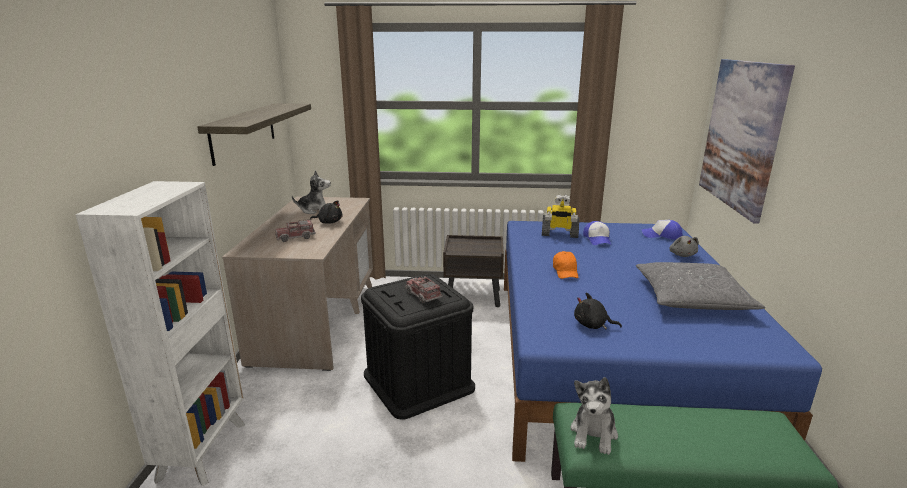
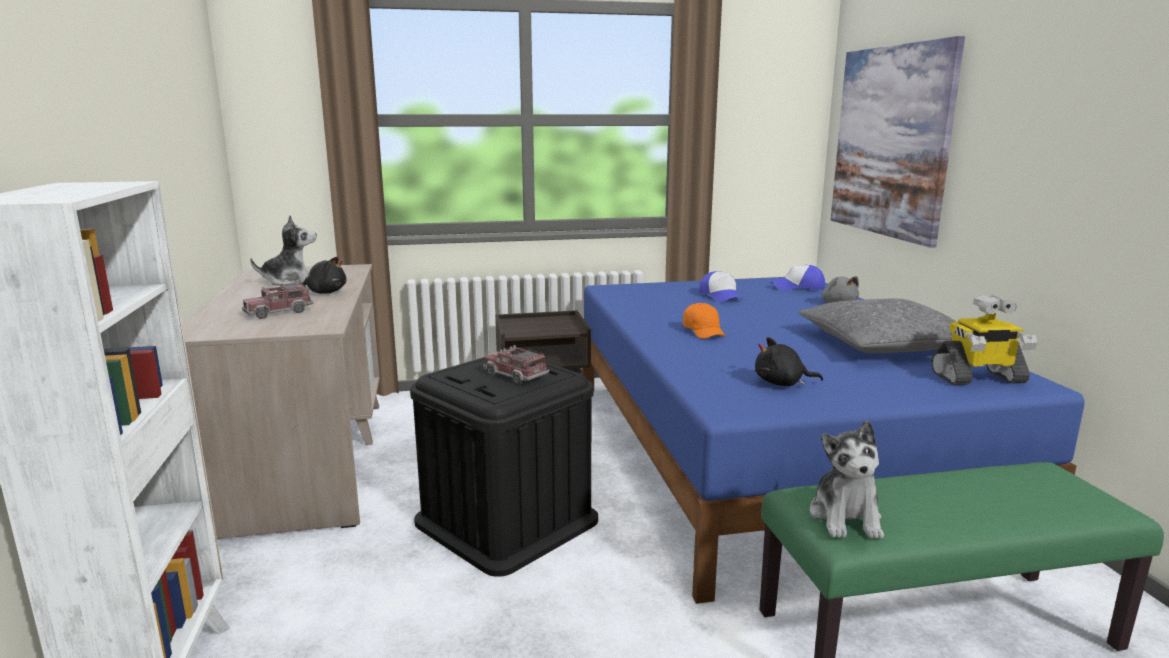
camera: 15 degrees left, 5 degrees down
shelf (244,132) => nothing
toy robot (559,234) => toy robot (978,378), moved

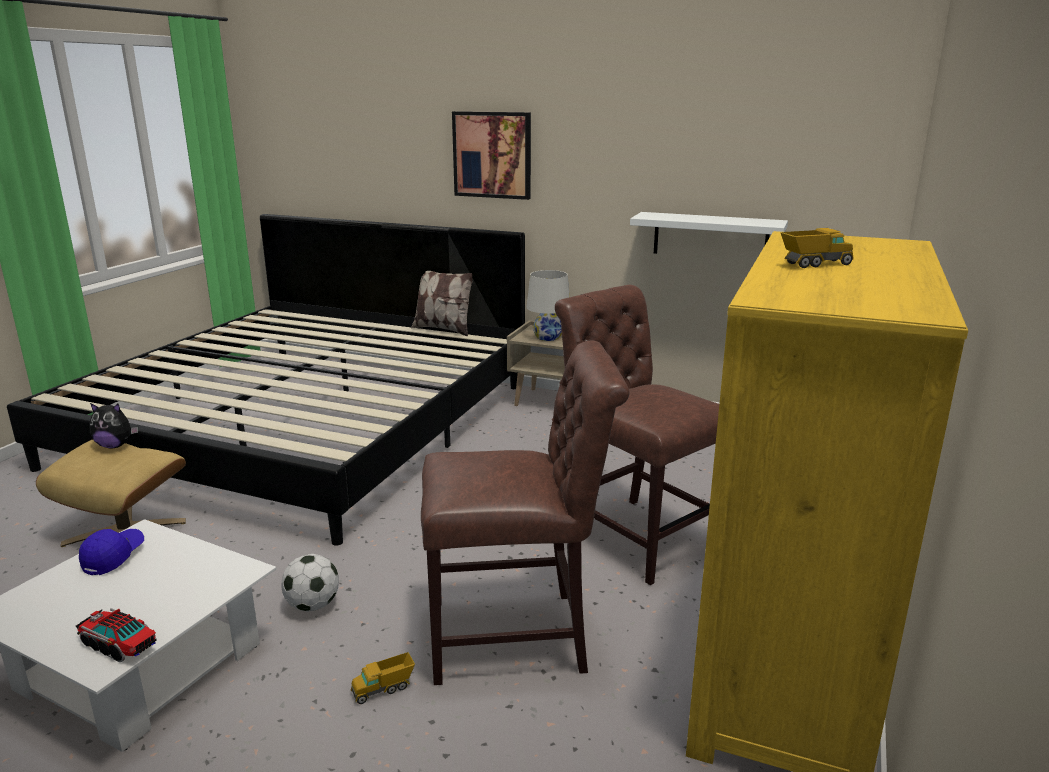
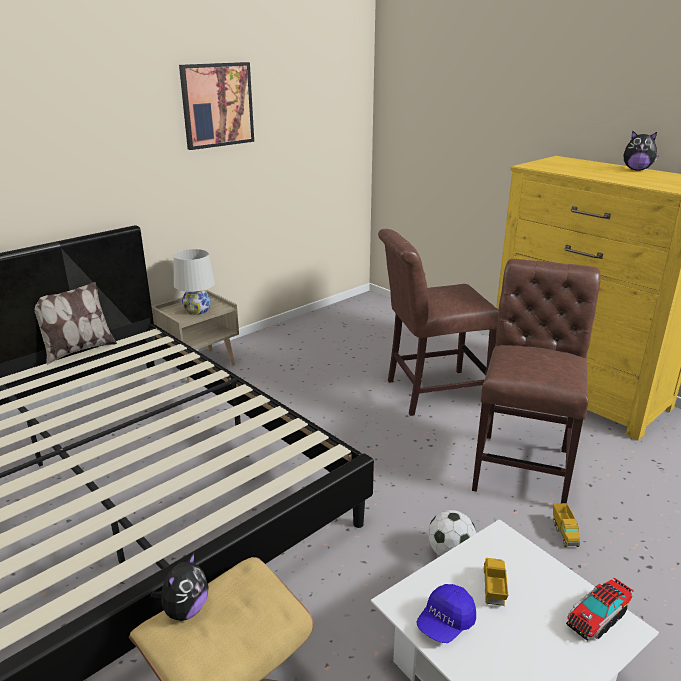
camera: 65 degrees left, 5 degrees up
picture (492,155) => picture (217,105), moved
white shelf (710,236) => nothing
toy truck (814,264) => toy truck (493,589), moved
blue cap (114,557) => blue cap (445,623), 90 degrees counterclockwise
nothing => plush toy (636,170)

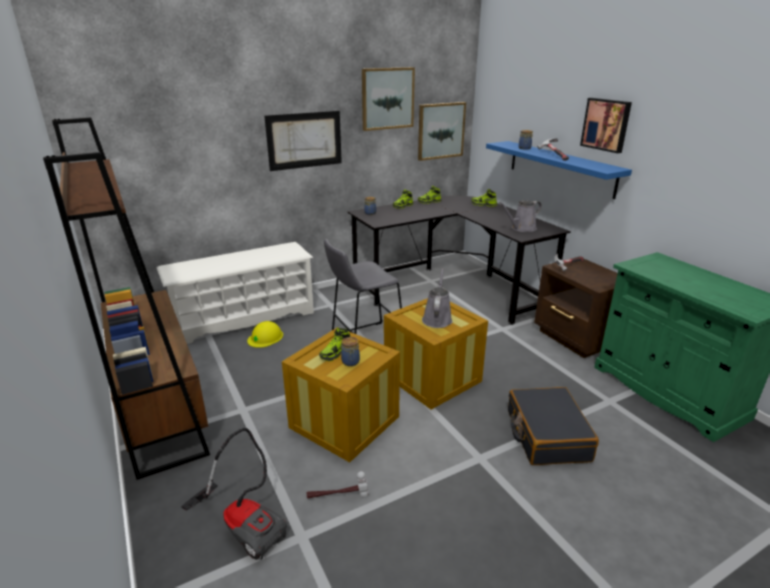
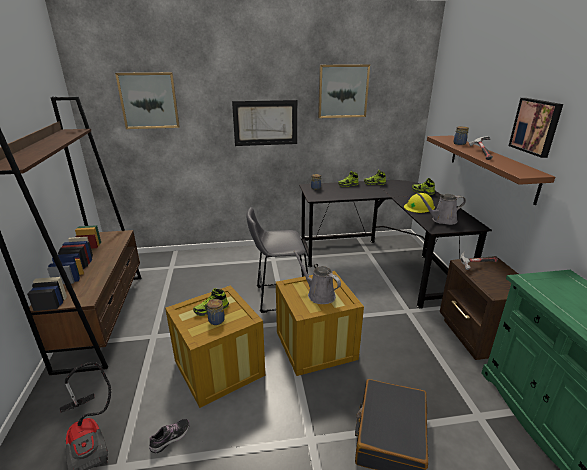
camera: 20 degrees right, 0 degrees up
picture (440,131) => picture (149,100), moved
blue shelf (560,168) => brown shelf (491,166)
white shoe rack (244,318) => nothing
grey watering can (437,319) => grey watering can (319,294), 75 degrees counterclockwise
yellow hard hat (265,337) => yellow hard hat (419,207), moved
hammer (338,496) => shoe (170,438)

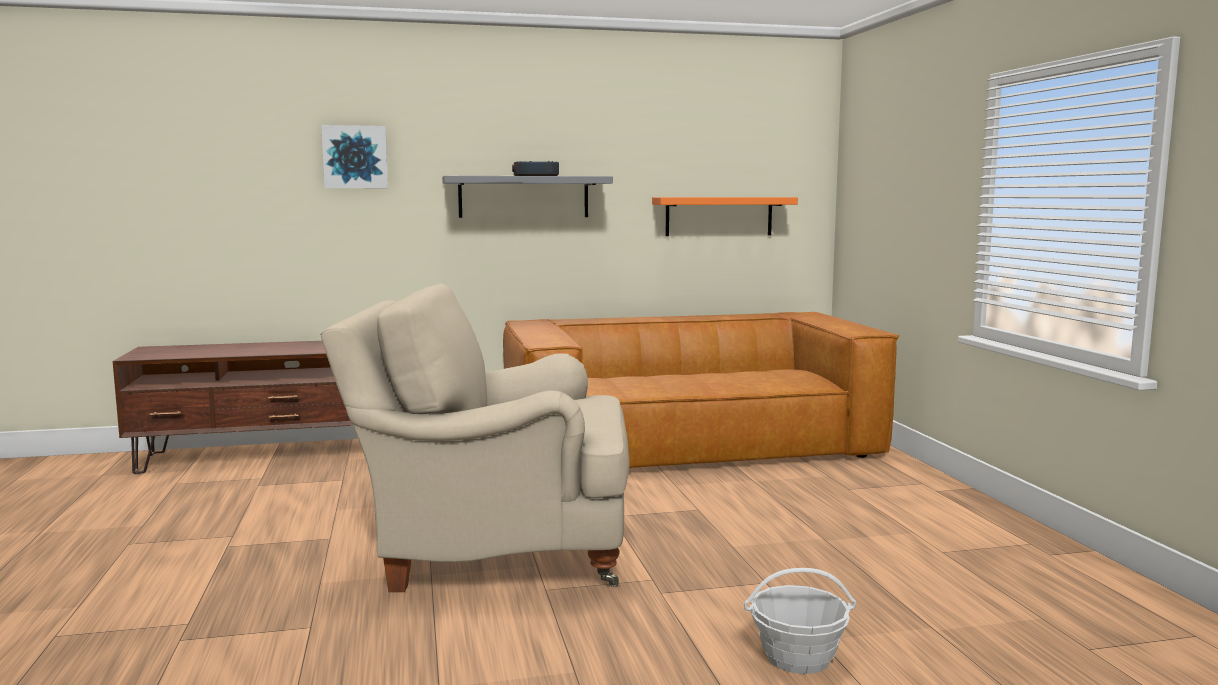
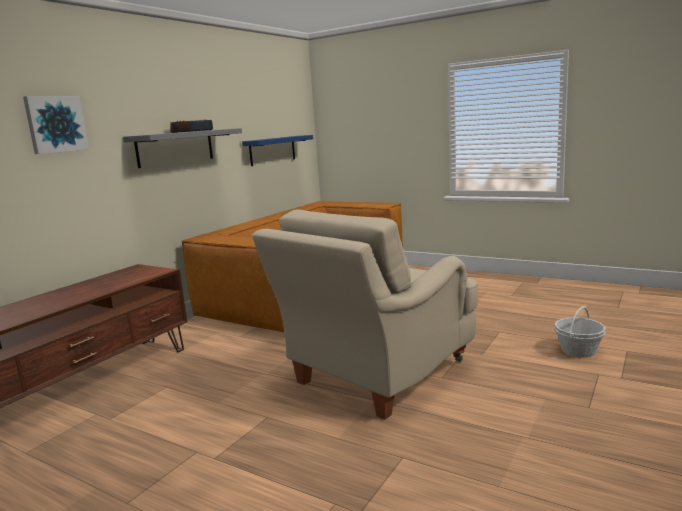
camera: 45 degrees left, 5 degrees up
orange shelf (719,216) => blue shelf (272,150)

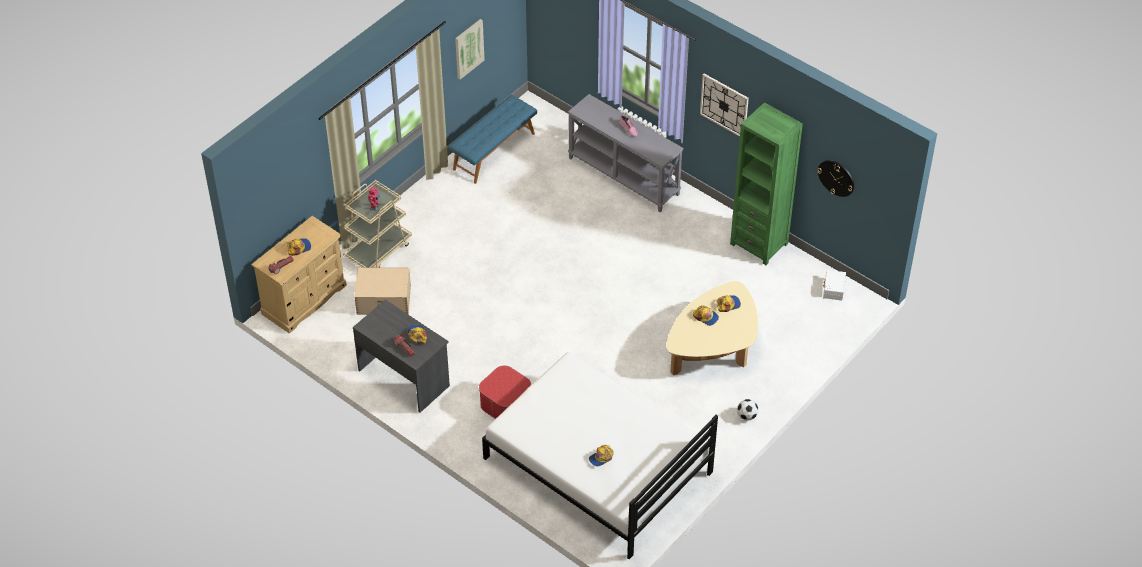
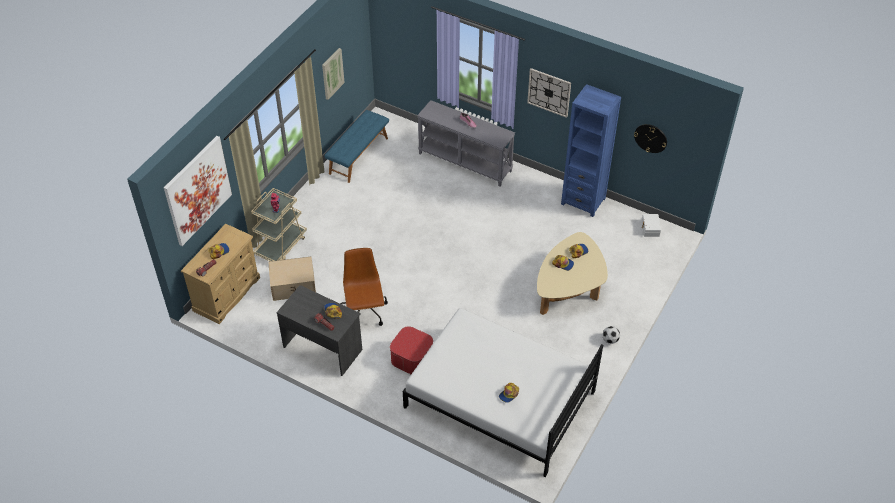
camera: 10 degrees left, 0 degrees up
green bookcase (759,244) => blue bookcase (583,201)
nothing => picture (197,190)
nothing => brown office chair (364,312)

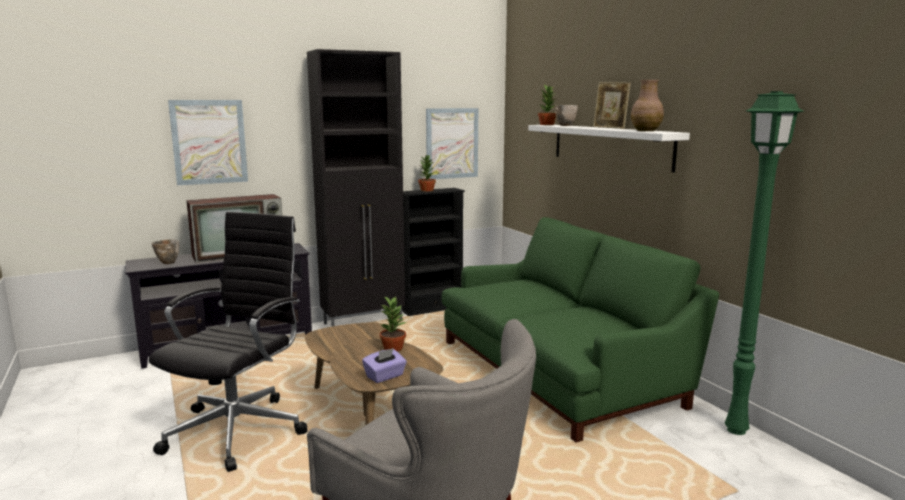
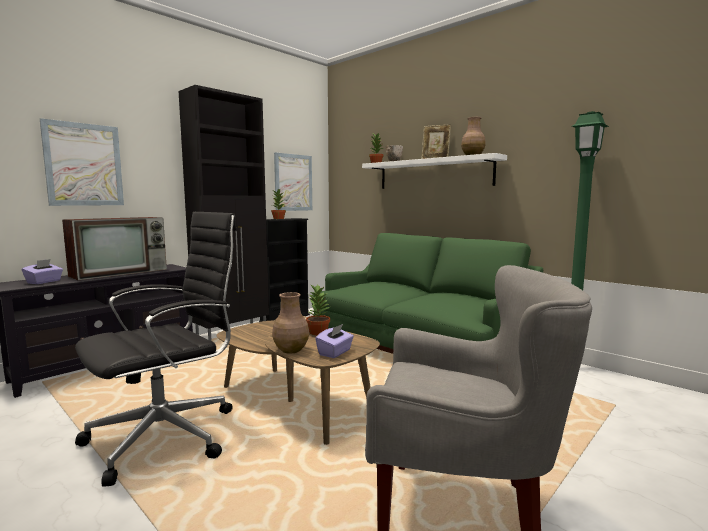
camera: 20 degrees left, 5 degrees down
black office chair (239,429) => black office chair (168,435), 45 degrees clockwise
bowl (168,262) => purple tissue box (44,282)
nothing => brown vase (290,350)

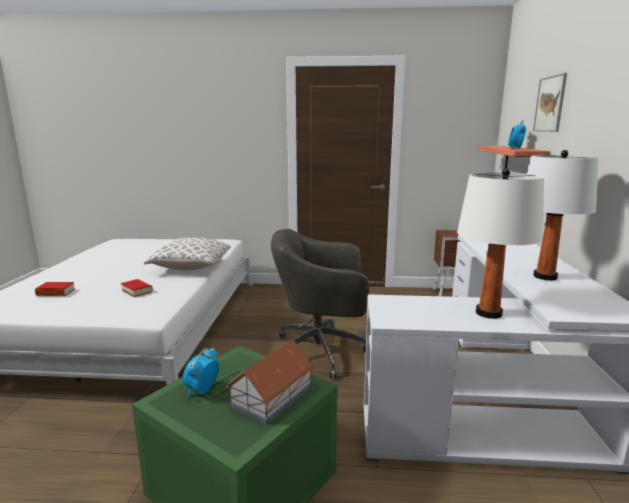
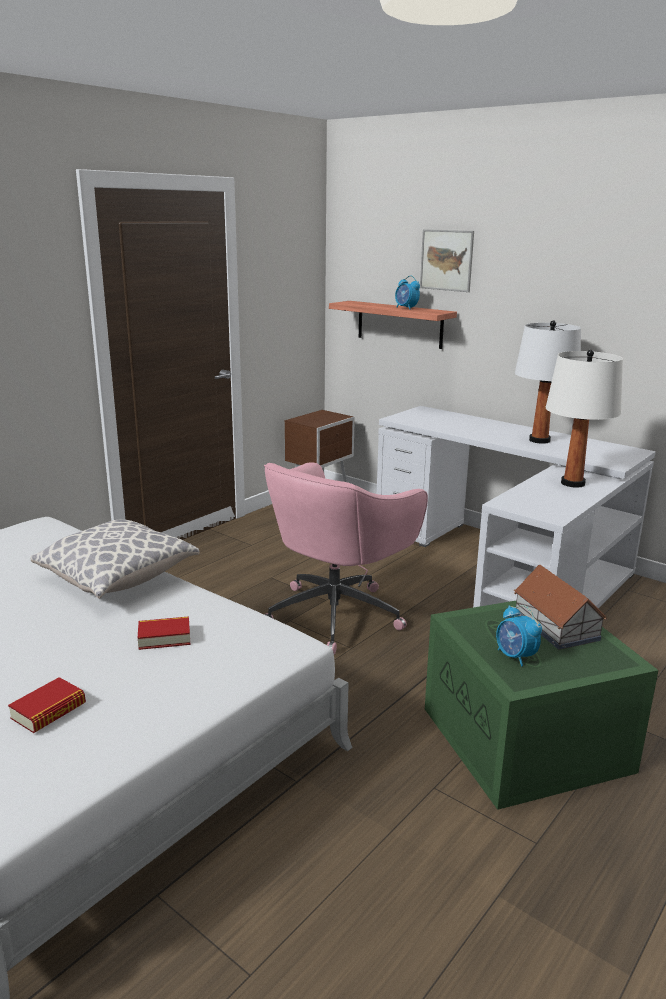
camera: 55 degrees left, 5 degrees up
grey office chair (322,351) => pink office chair (337,613)

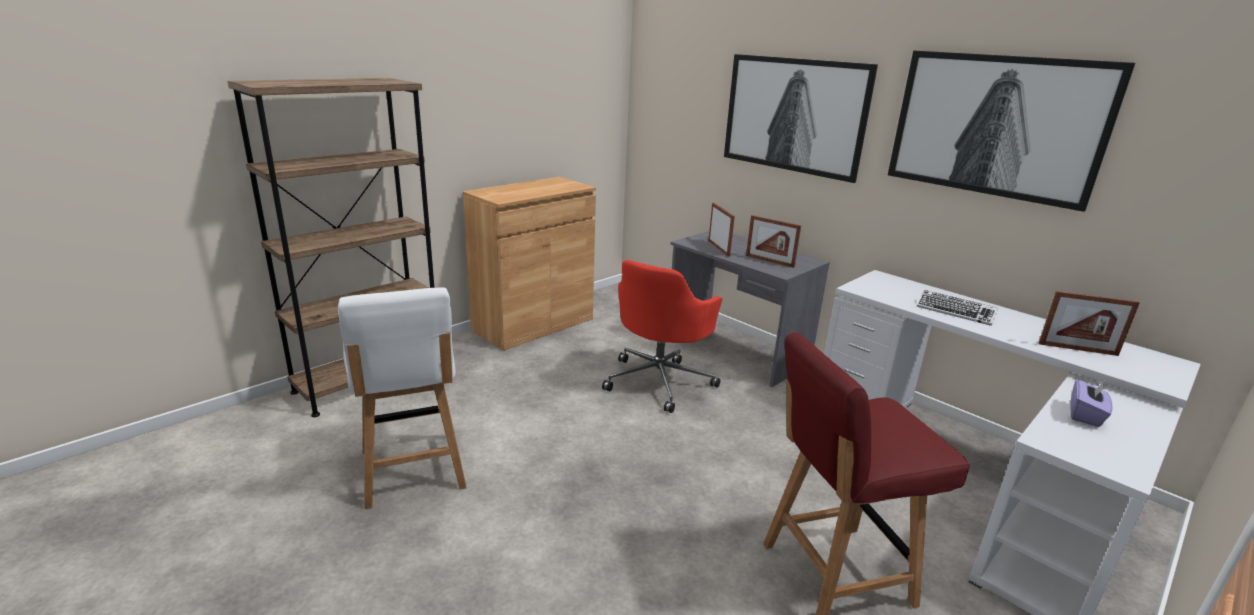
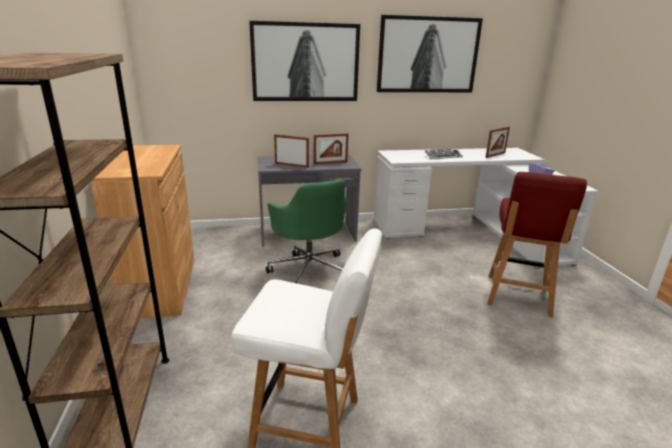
camera: 55 degrees left, 0 degrees up
red office chair (660,380) => green office chair (309,269)

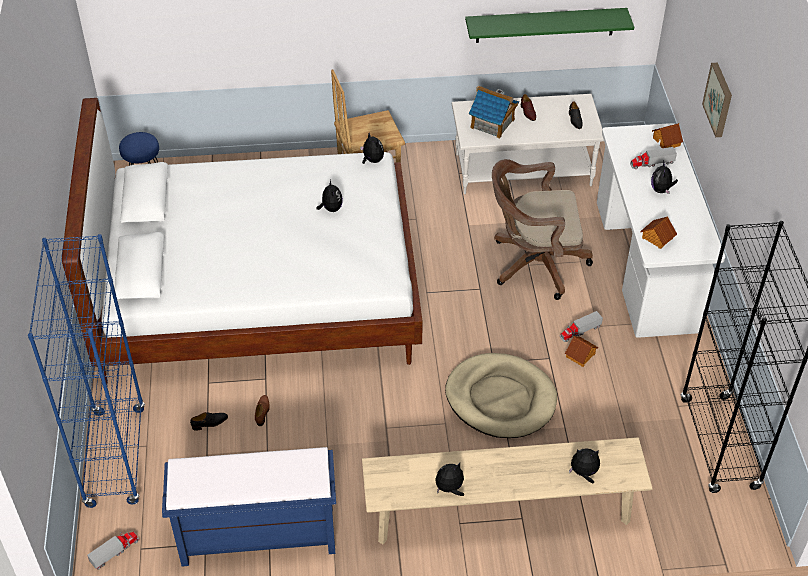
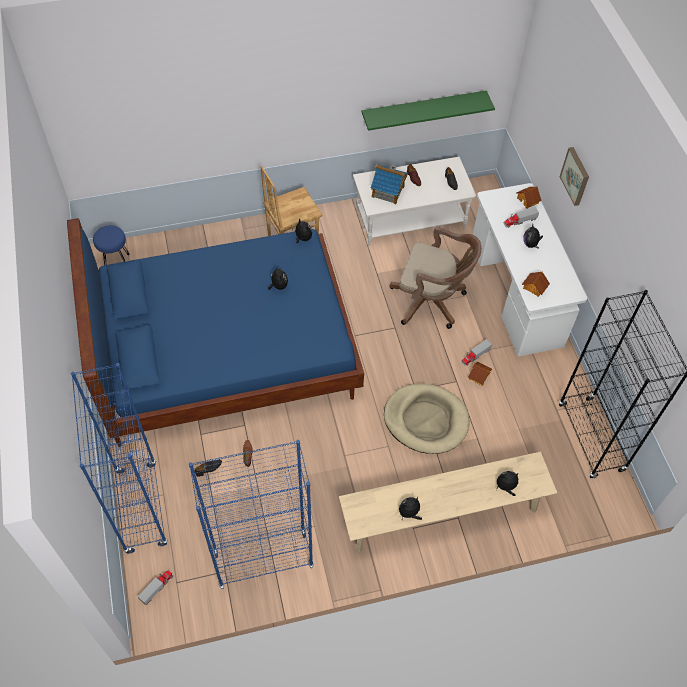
camera: 10 degrees left, 10 degrees up
white bed (259,293) => blue bed (225,351)
brown office chair (533,264) => brown office chair (431,301), 150 degrees counterclockwise
blue bench (256,537) => blue bookcase (263,560)

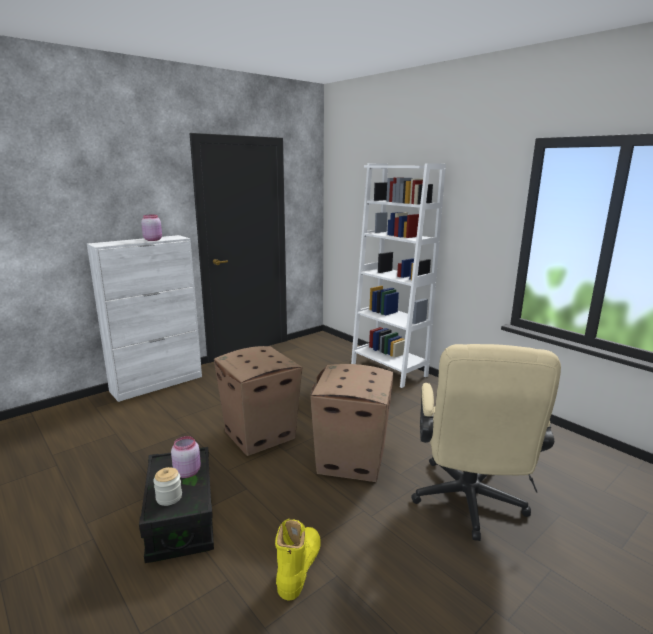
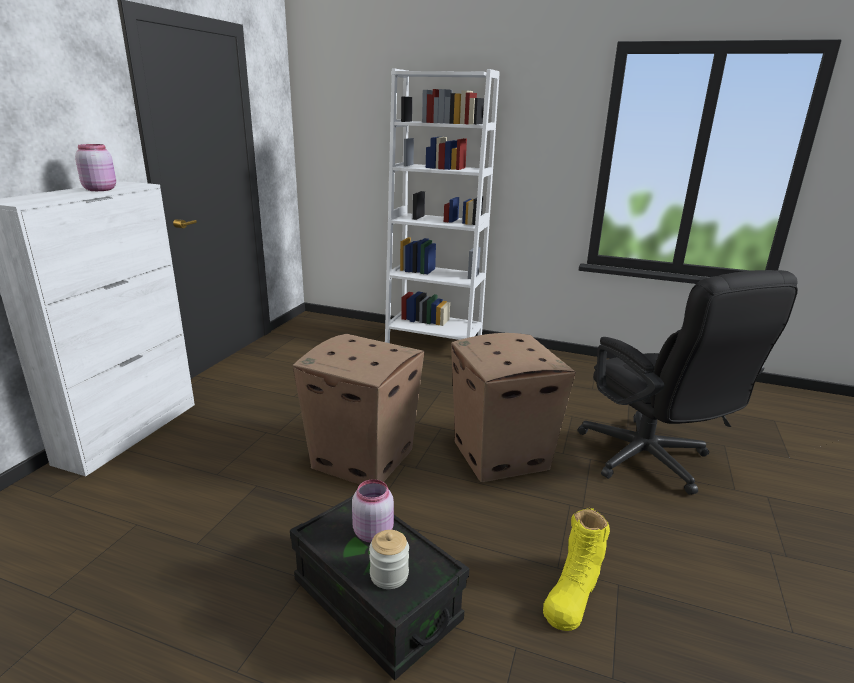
camera: 30 degrees left, 5 degrees up
beige office chair (468,505) => black office chair (651,462)
yellow boot (298,566) => yellow boot (573,593), 135 degrees counterclockwise

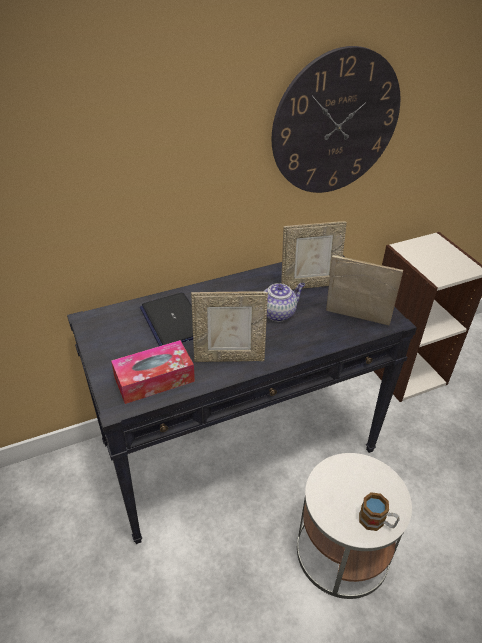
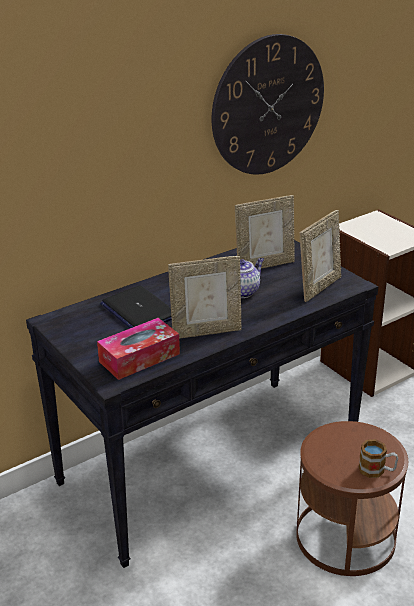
camera: 10 degrees left, 10 degrees down
picture frame (356,320) => picture frame (319,287), 120 degrees clockwise
white side table (342,551) => brown side table (345,537)

